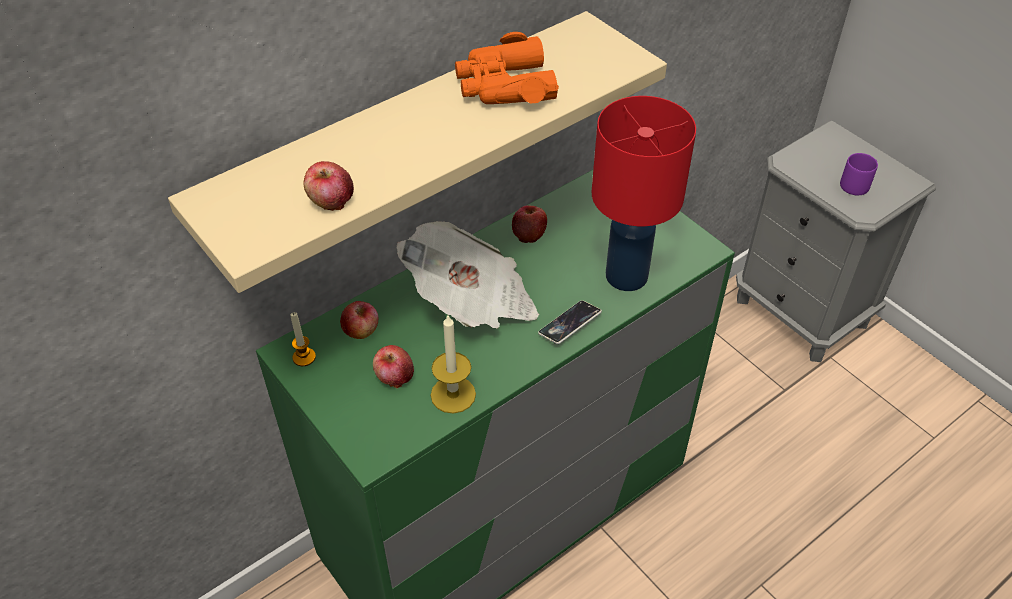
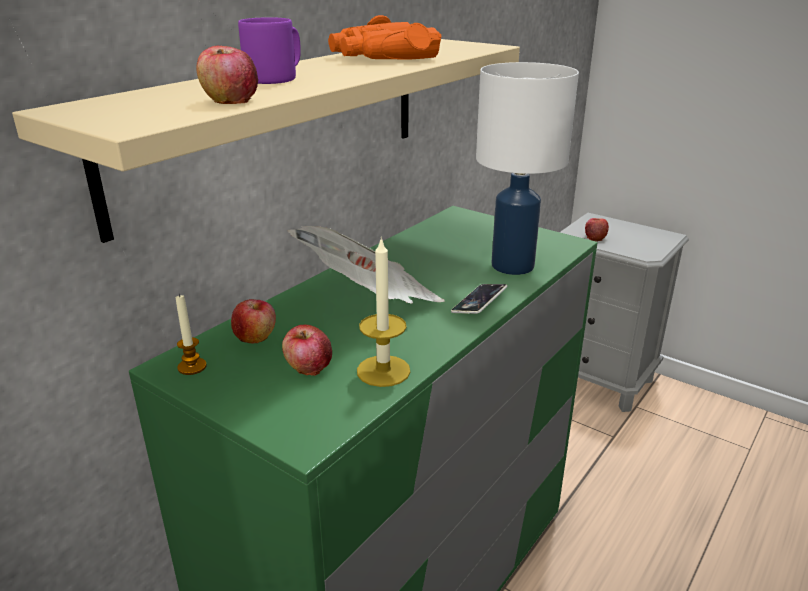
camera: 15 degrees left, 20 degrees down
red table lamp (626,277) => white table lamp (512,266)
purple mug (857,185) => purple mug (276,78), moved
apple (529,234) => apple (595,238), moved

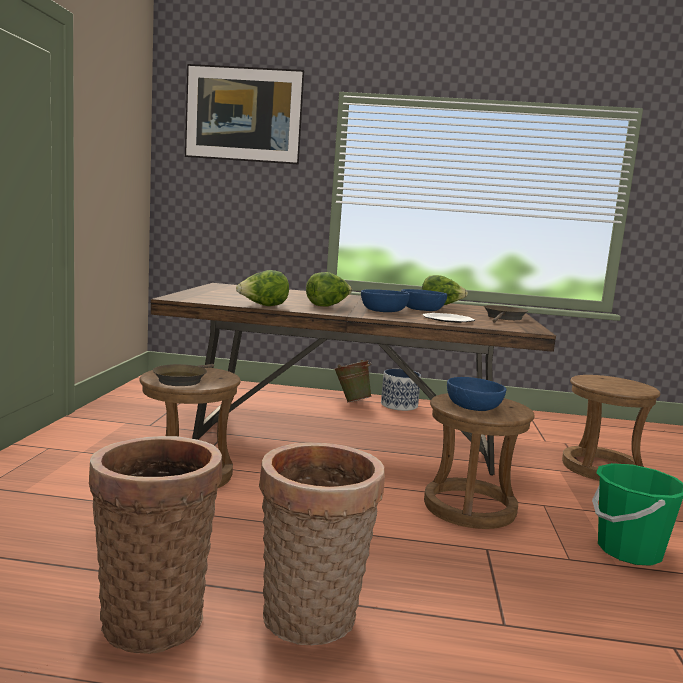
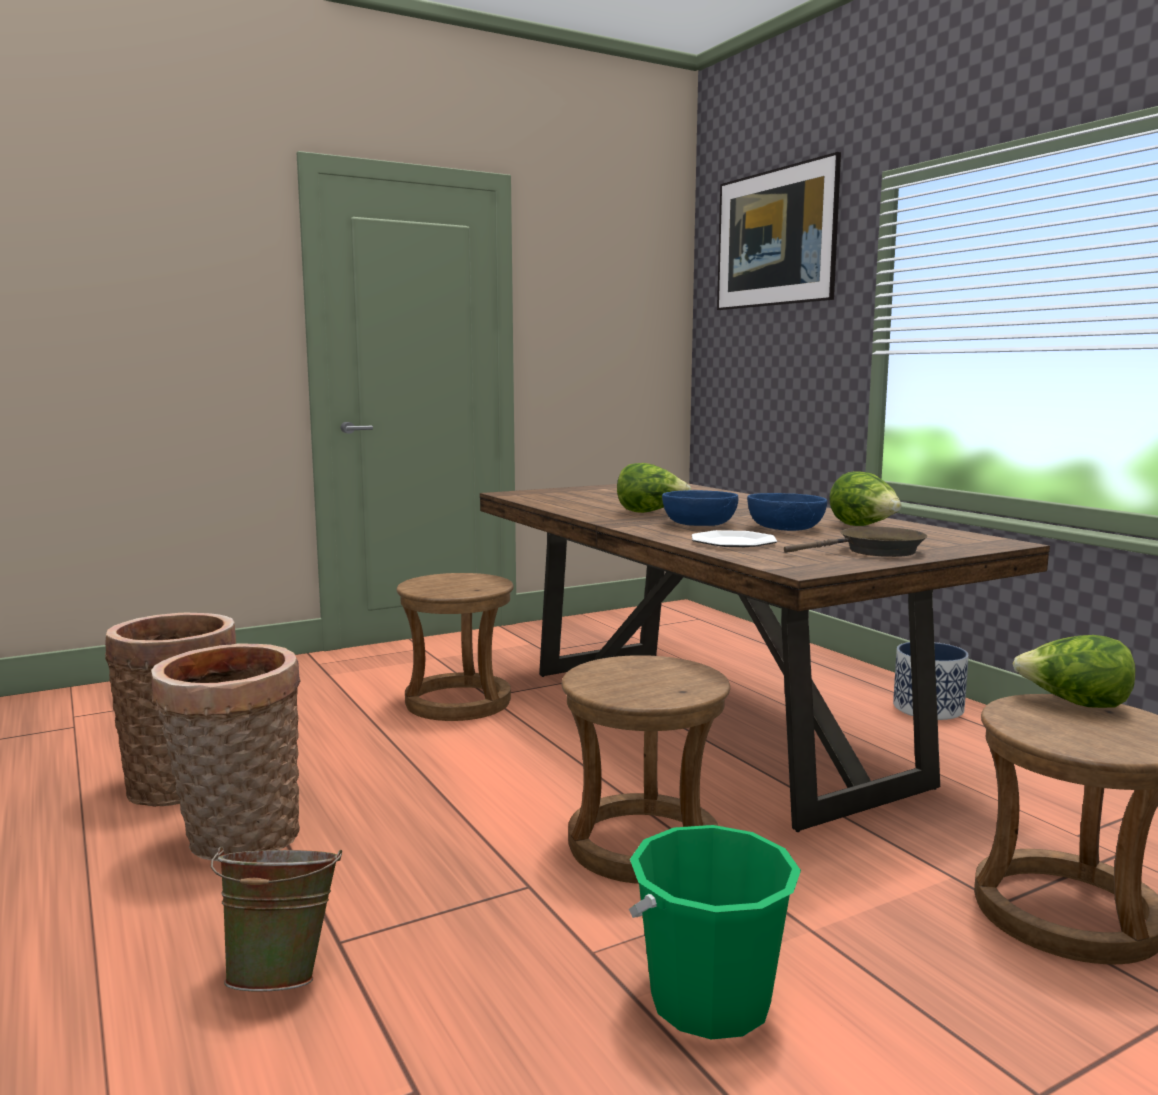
camera: 55 degrees right, 0 degrees up
lettuce (263,306) => lettuce (1074,704), moved
green bucket (351,401) => green bucket (283,974), moved
brown frying pan (182,380) => nothing
blue bowl (474,406) => nothing

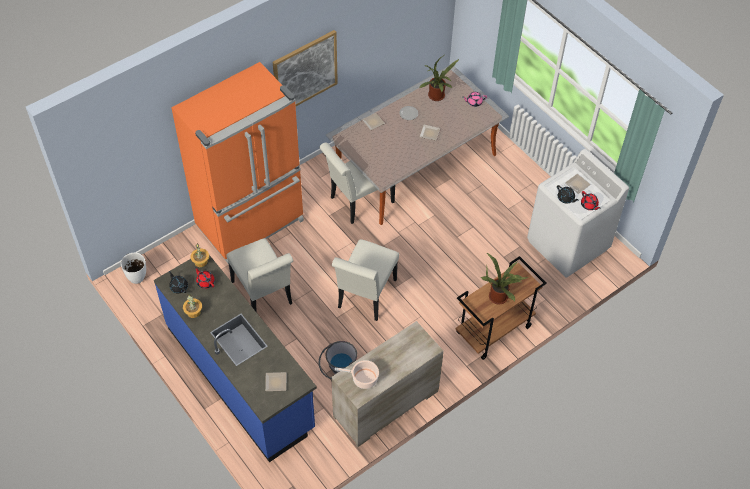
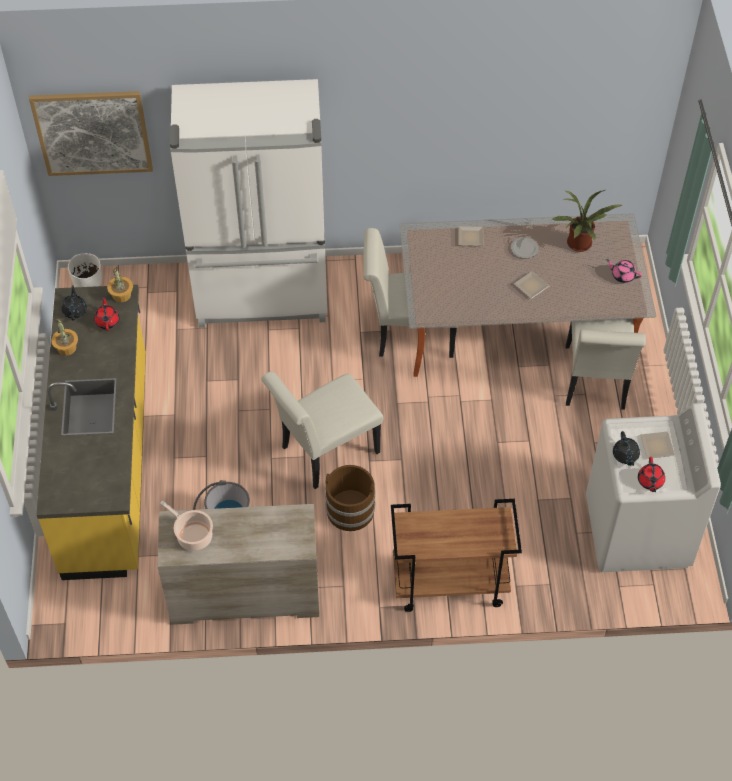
camera: 35 degrees right, 0 degrees up
picture (305,72) => picture (92,132), moved
orange fridge (252,224) => white fridge (262,295)
white chair (264,296) => white chair (594,383), moved
potted plant (500,296) => nothing
blue counter (240,377) => yellow counter (108,465)
plate (275,382) => nothing
nothing => brown bucket (350,510)

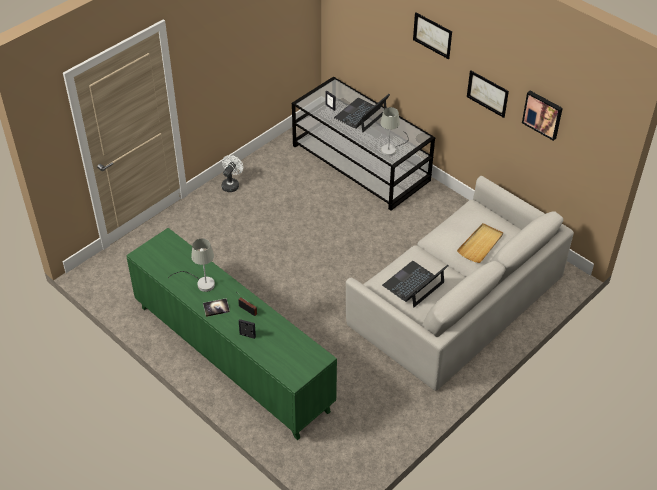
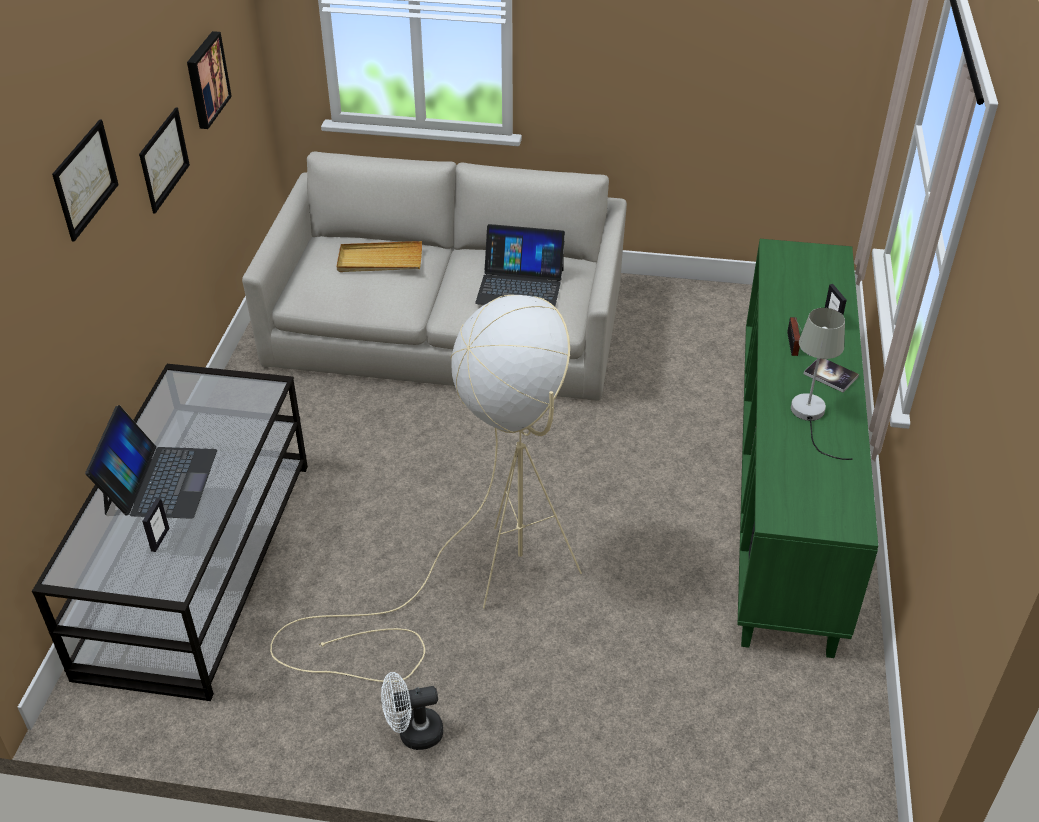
camera: 125 degrees left, 5 degrees down
laptop (361,115) => laptop (159,481), 90 degrees counterclockwise
grey table lamp (391,149) => nothing
nothing => beige floor lamp (475,588)

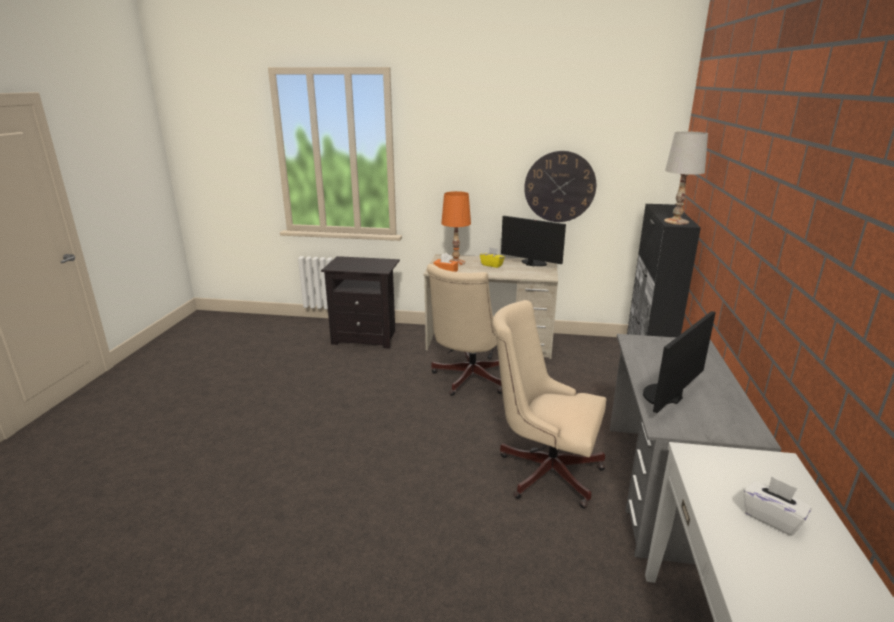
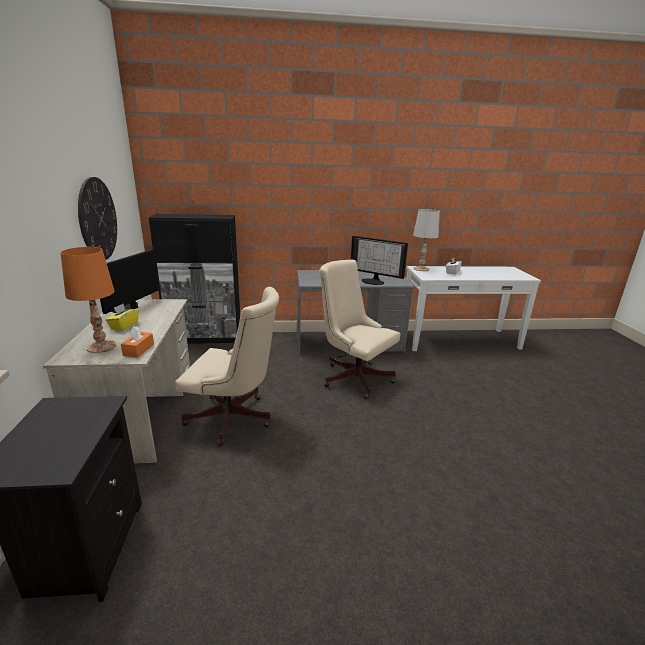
camera: 105 degrees left, 0 degrees up
white table lamp (676,221) => white table lamp (421,269), moved
beige office chair (543,470) => beige office chair (353,376), 120 degrees clockwise

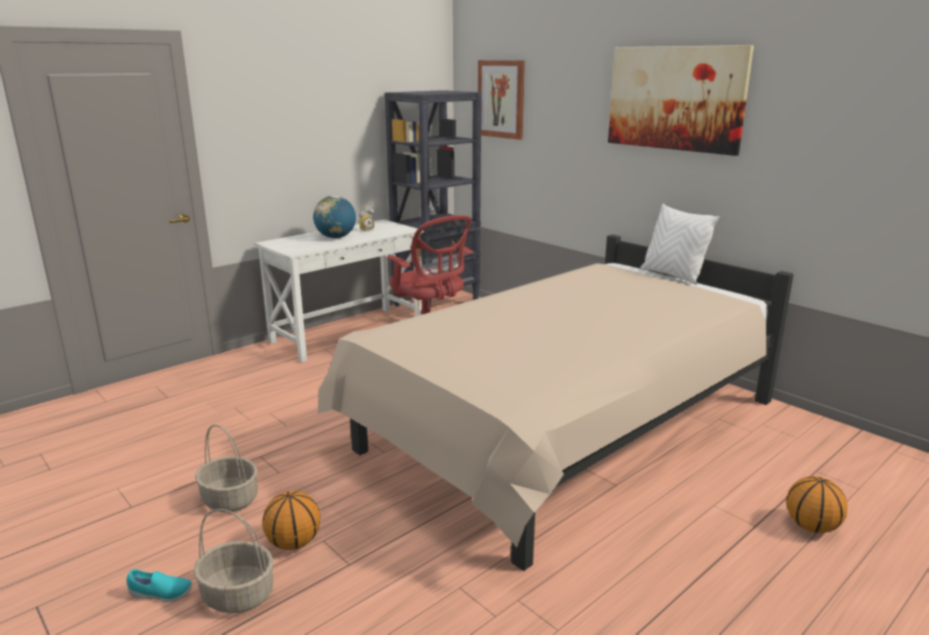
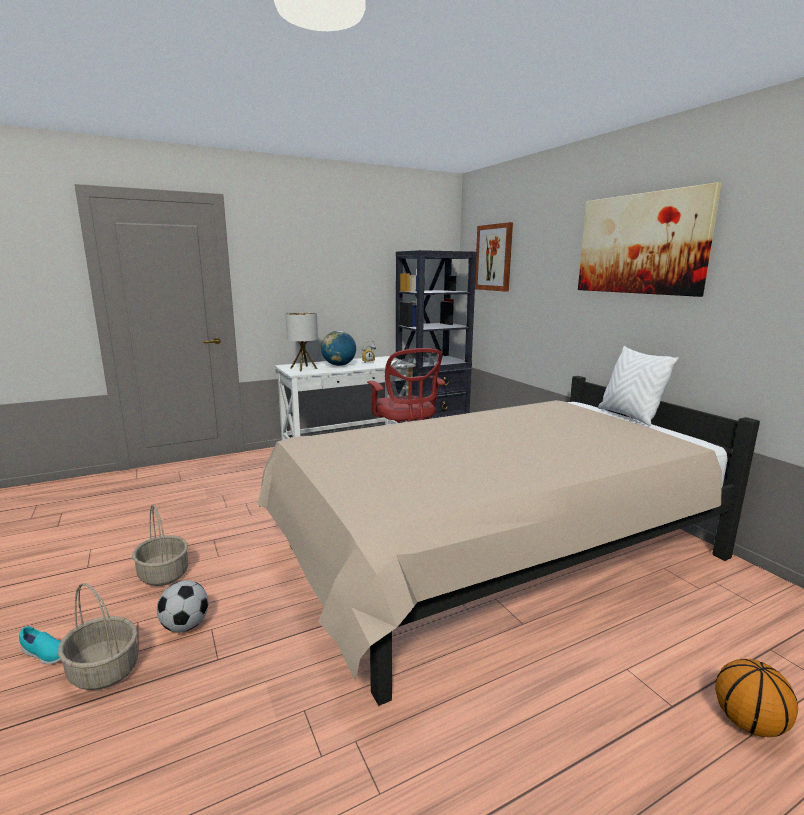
camera: 15 degrees right, 5 degrees down
basketball (294,542) => football (185,626)
nothing => table lamp (303,368)

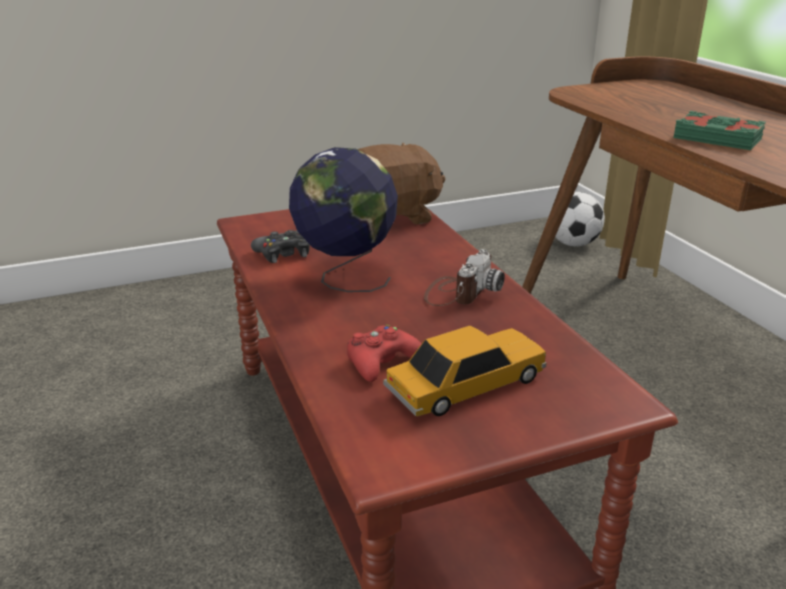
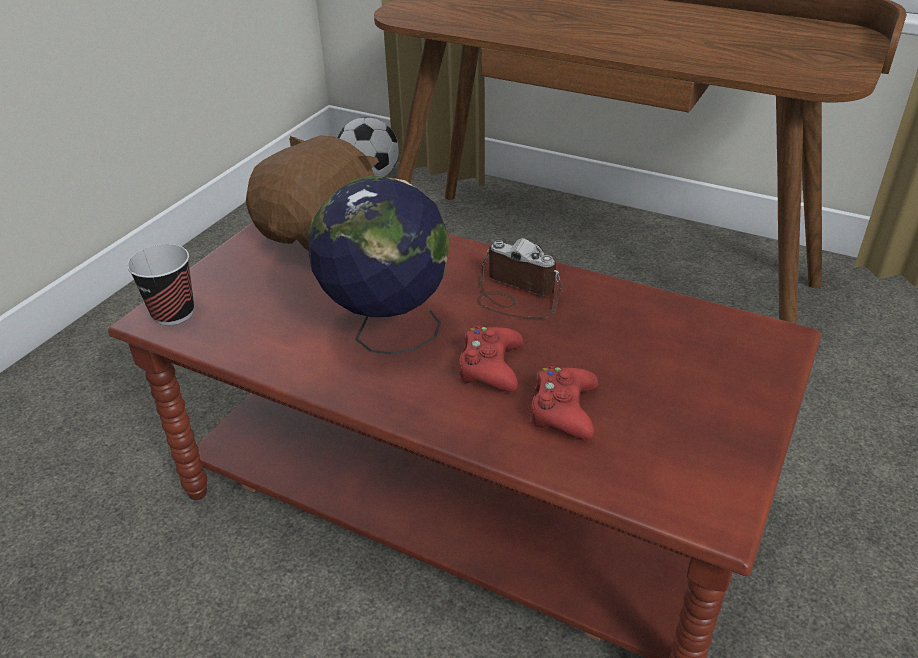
camera: 40 degrees left, 10 degrees up
green book (717,138) => nothing
black game controller (283,253) => nothing
photo camera (459,292) => photo camera (516,294), 45 degrees counterclockwise
toy car (466,385) => nothing
nothing => cup (173,313)
nothing => red game controller (490,367)

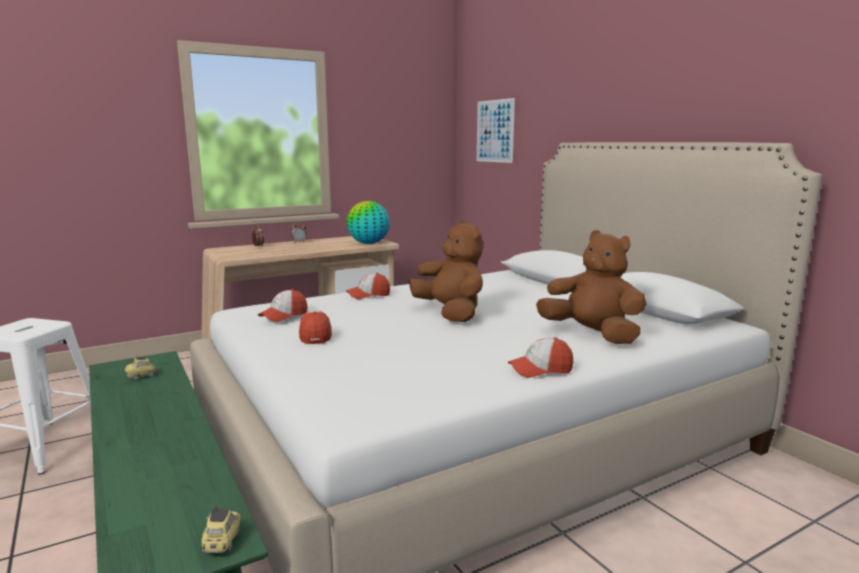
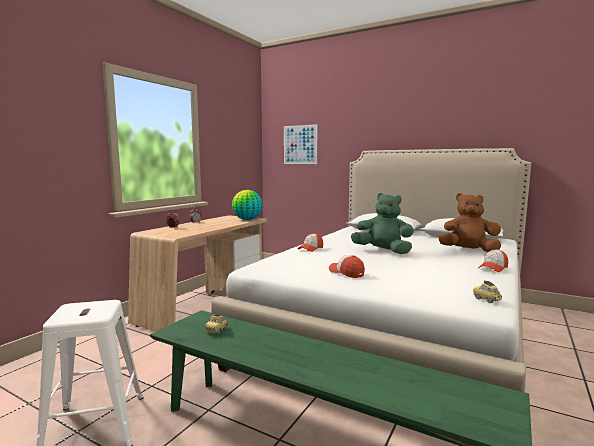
camera: 30 degrees left, 5 degrees down
brown plush toy (450,314) => green plush toy (383,251)
cap (284,316) => nothing
toy car (222,542) => toy car (486,299), moved

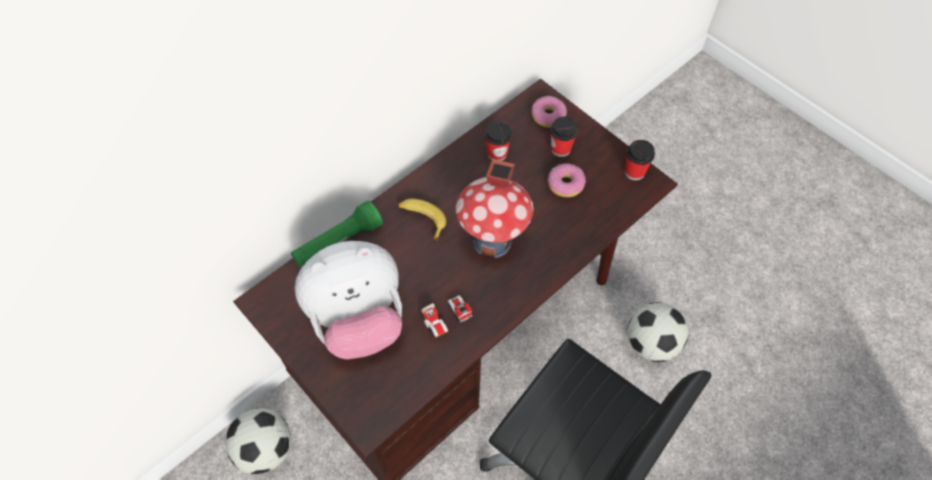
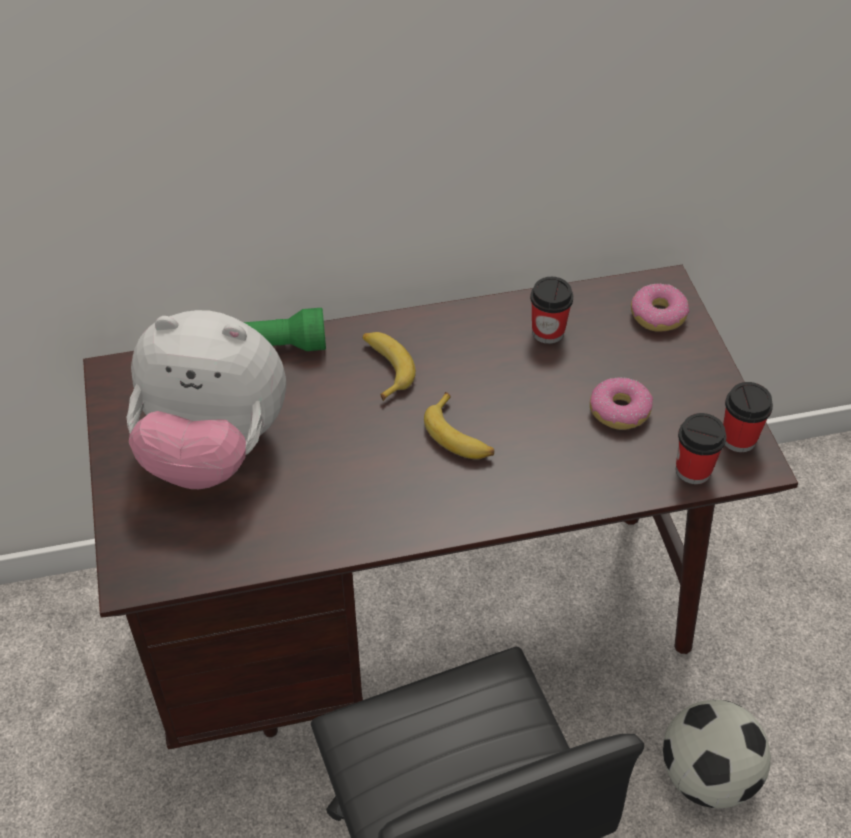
camera: 30 degrees right, 10 degrees down
cup (560,149) => cup (693,470), moved
toy house (492,241) => banana (460,436)
toy car (447,318) => nothing
football (266,449) => nothing

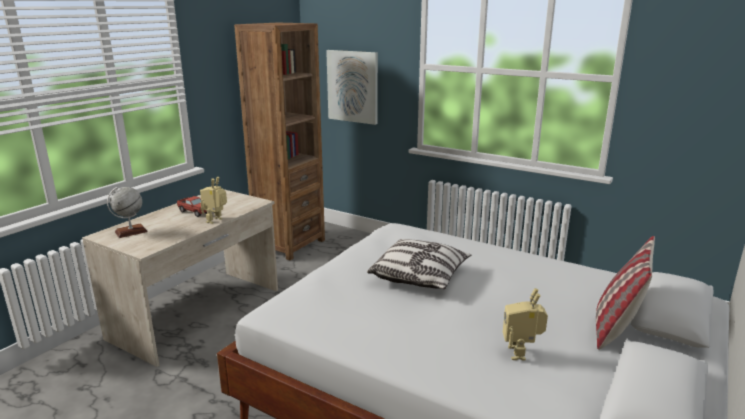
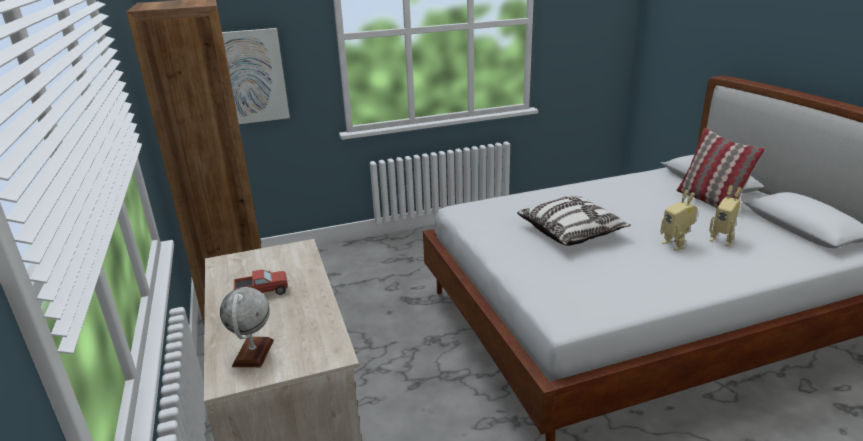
camera: 50 degrees left, 5 degrees up
toy robot (216,221) => toy robot (675,244), moved

